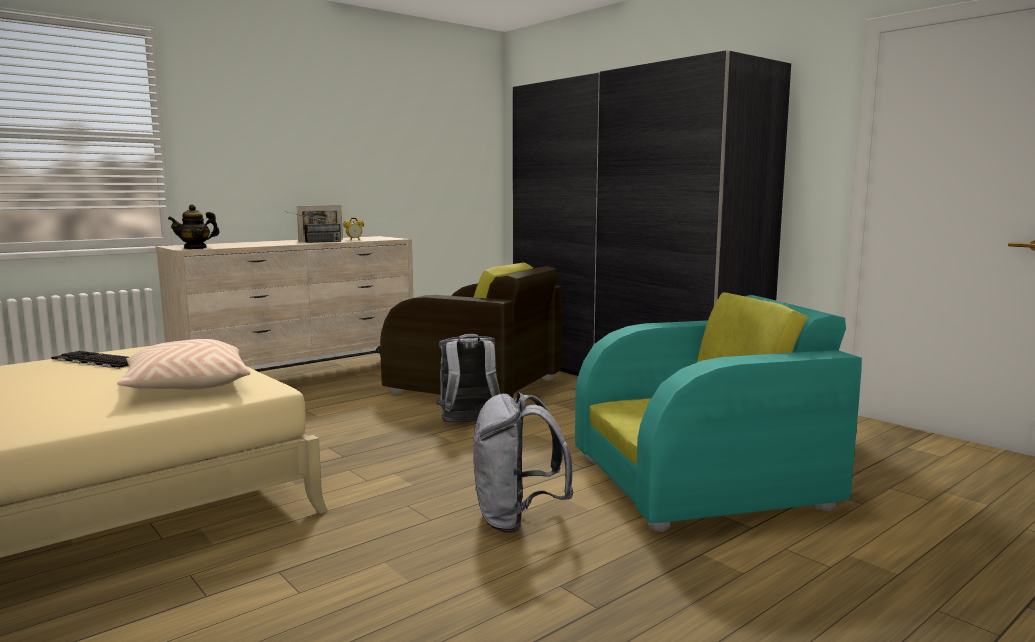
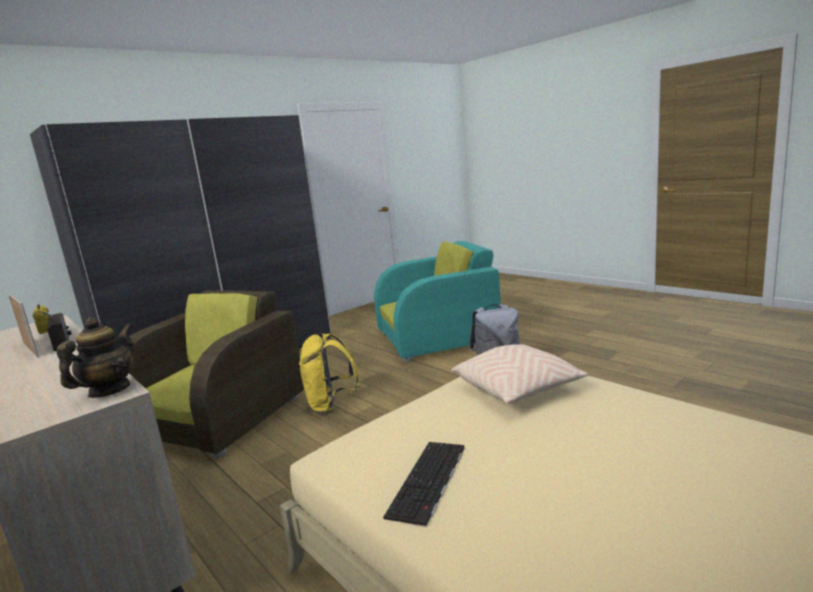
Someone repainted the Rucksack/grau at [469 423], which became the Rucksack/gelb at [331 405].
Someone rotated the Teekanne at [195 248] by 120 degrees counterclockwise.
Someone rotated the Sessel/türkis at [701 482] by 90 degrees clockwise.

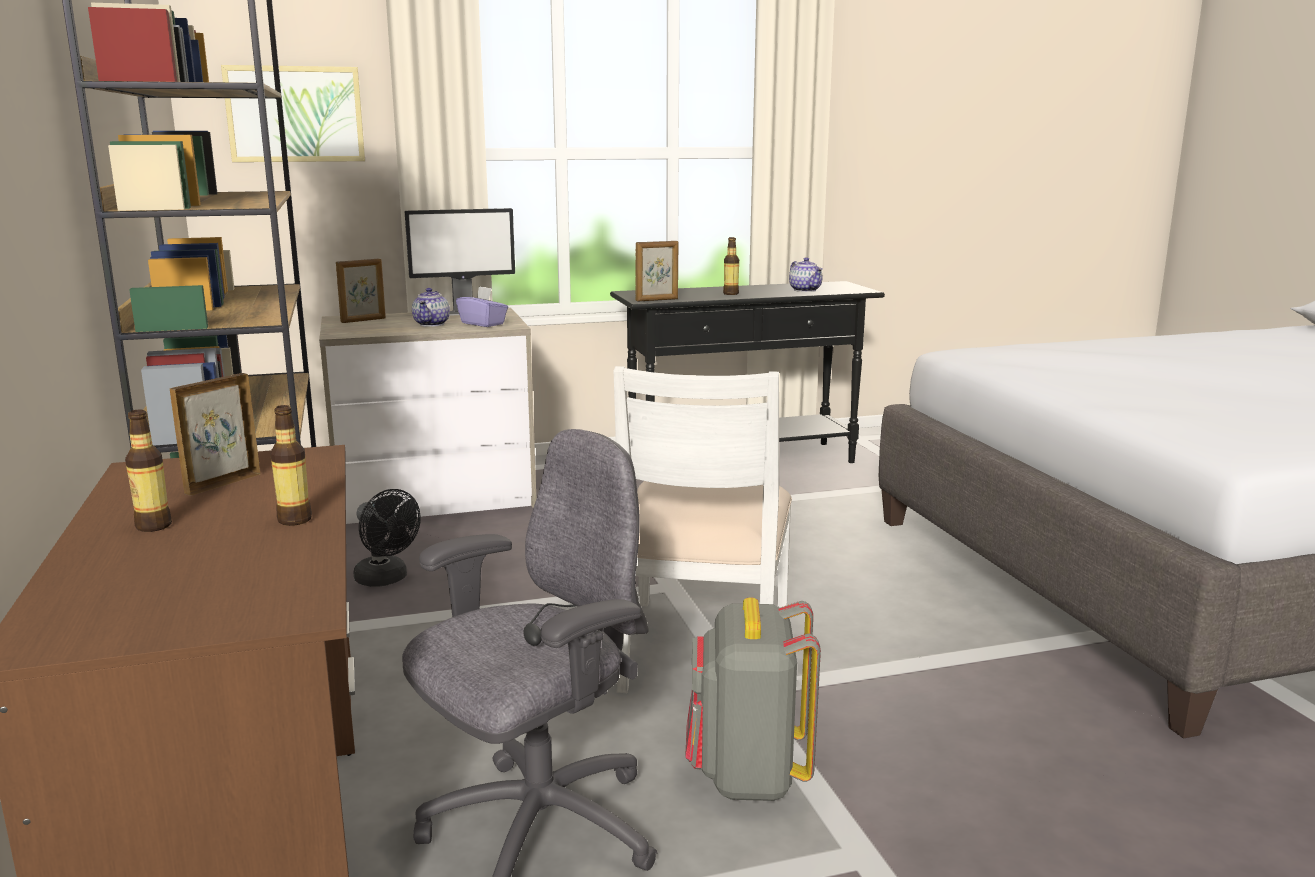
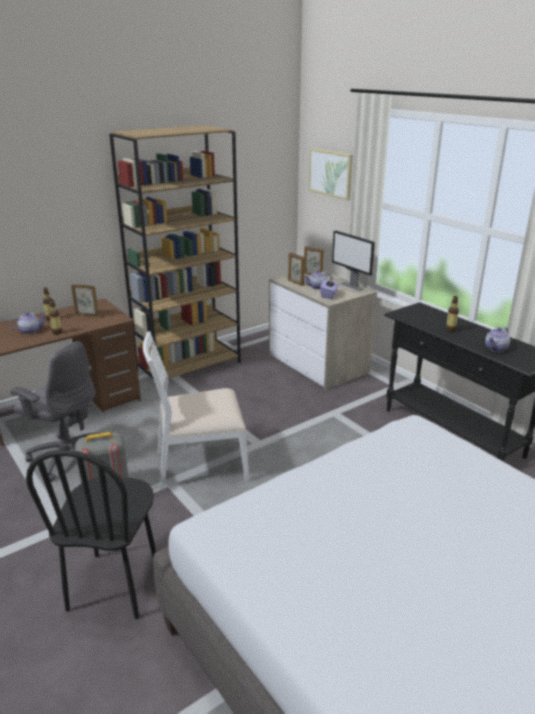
Someone took away the Ventilator/schwarz at [386 579].
Someone put down the Teekanne at [30 331].
Someone put down the Stuhl/schwarz at [114 585].
Someone carried the Bilderrahmen from [657 300] to [295 283].

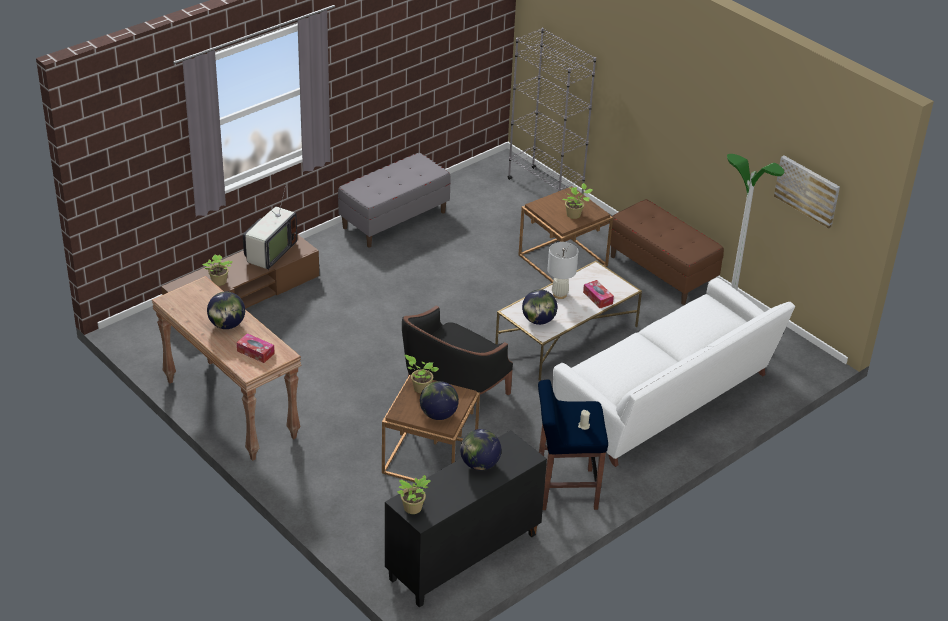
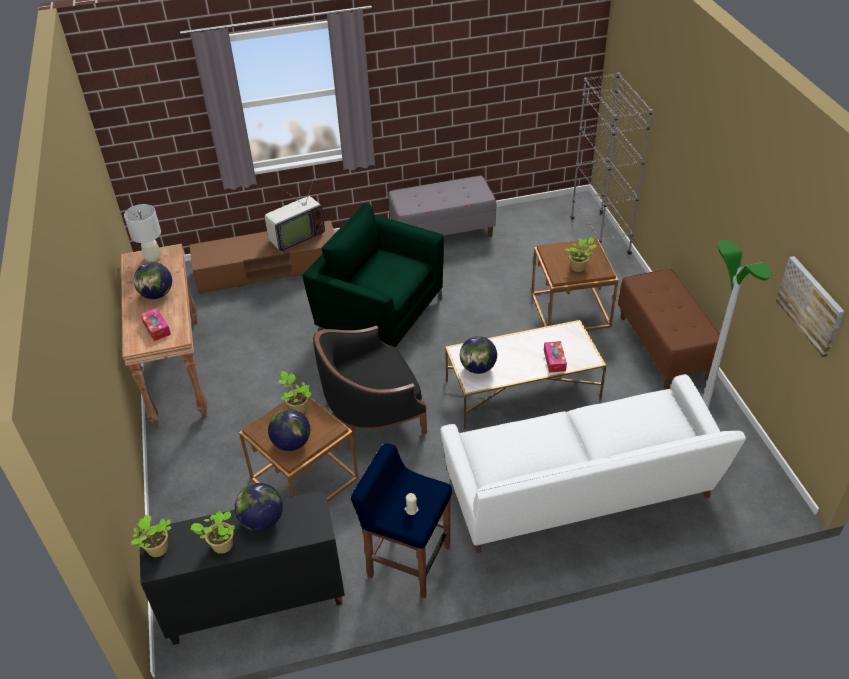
Someone put down the Sessel/grün at [380 317].
Someone carried the Topfpflanze from [218 282] to [221 546].
Someone carried the Tischlampe/weiß from [559 294] to [153 259].

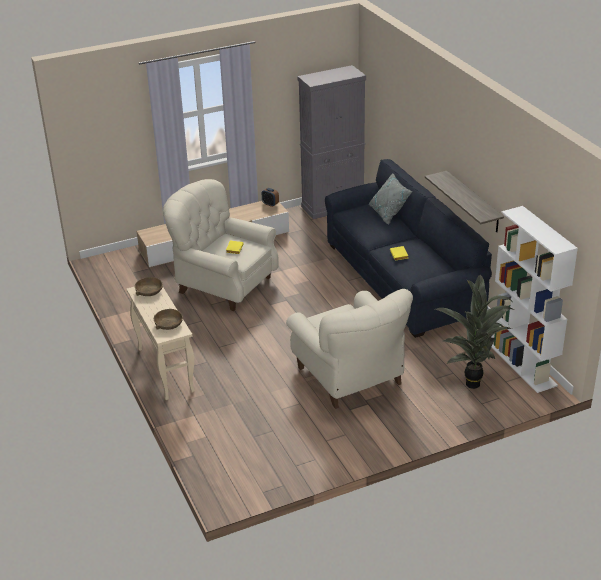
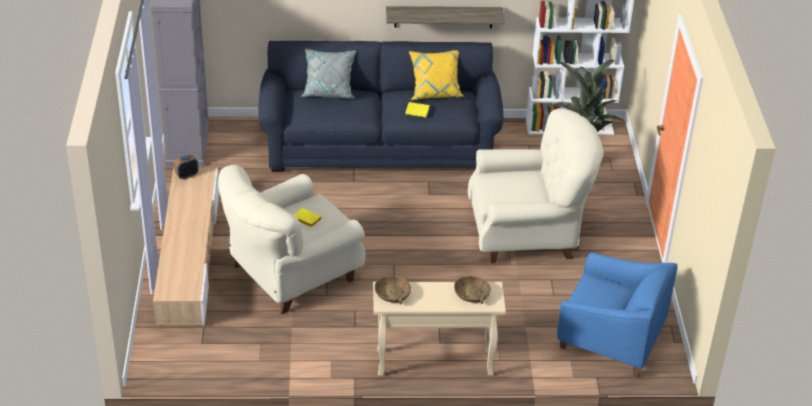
Someone put down the Kissen/gelb at [435 92].
Someone put down the Sessel/blau at [610 338].

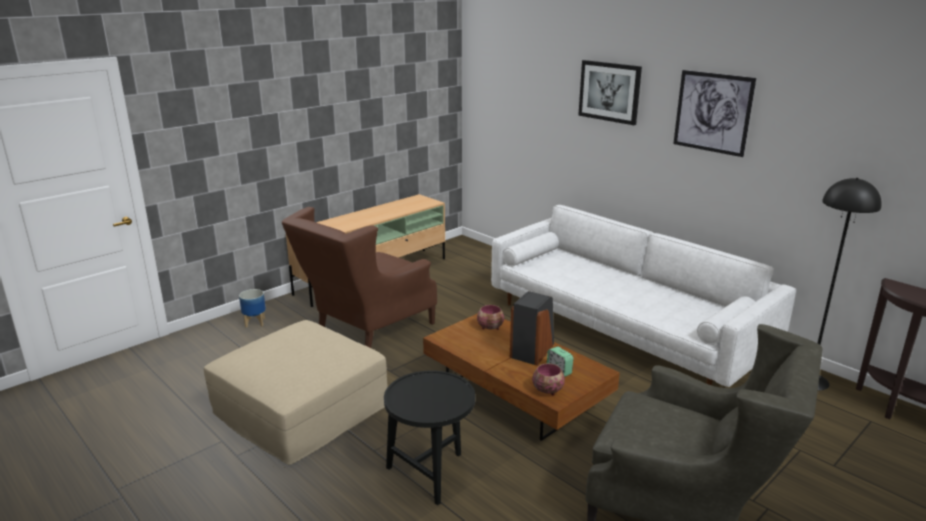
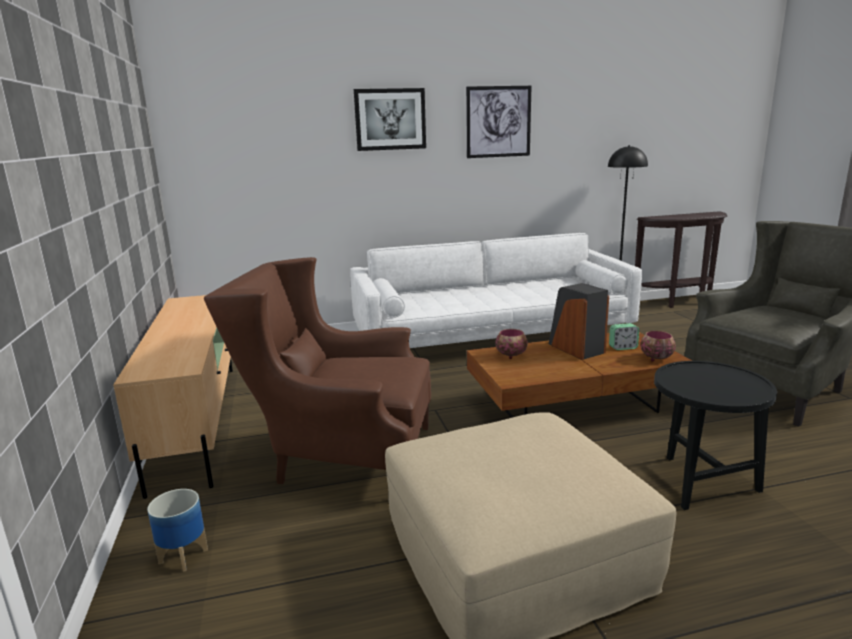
Someone rotated the Sessel/braun at [366 329] by 120 degrees clockwise.

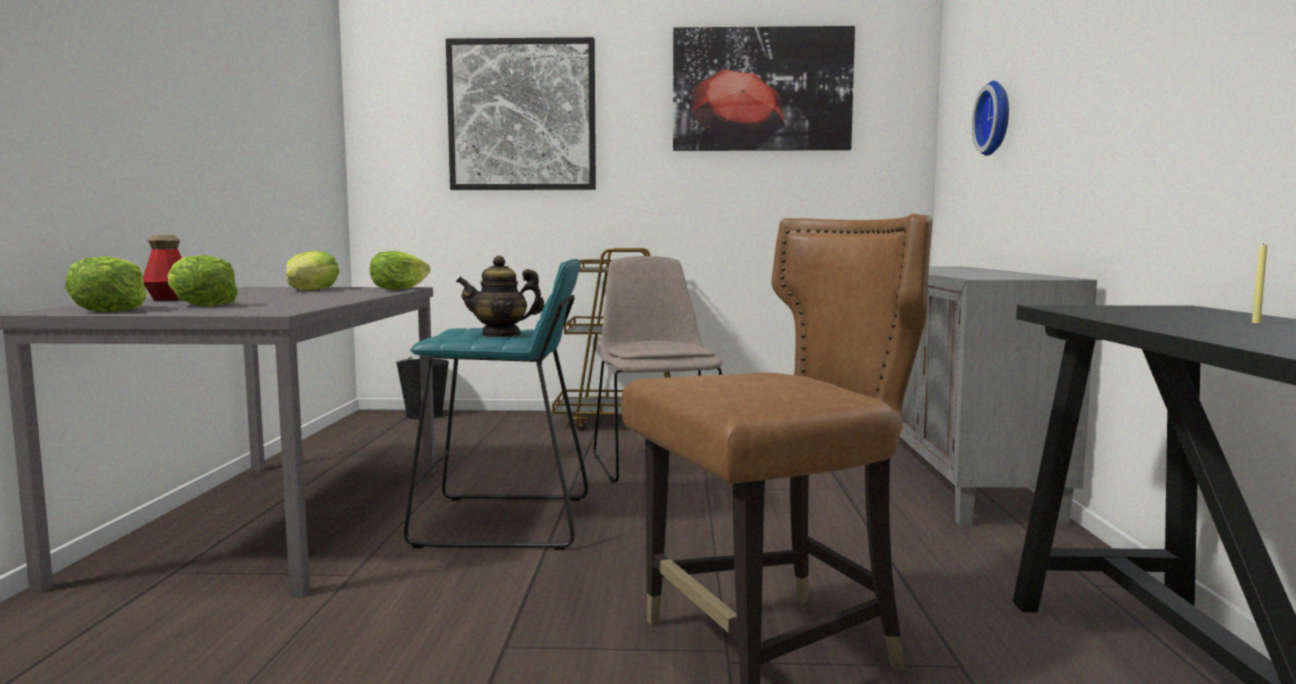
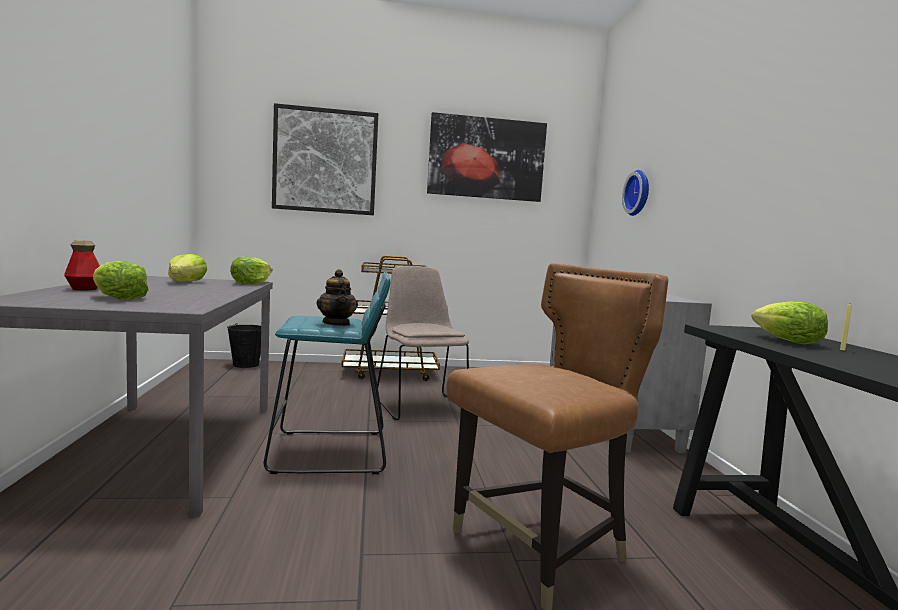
Someone carried the Salatkopf from [111 310] to [787 341].
Someone rotated the Teekanne at [501 335] by 90 degrees counterclockwise.

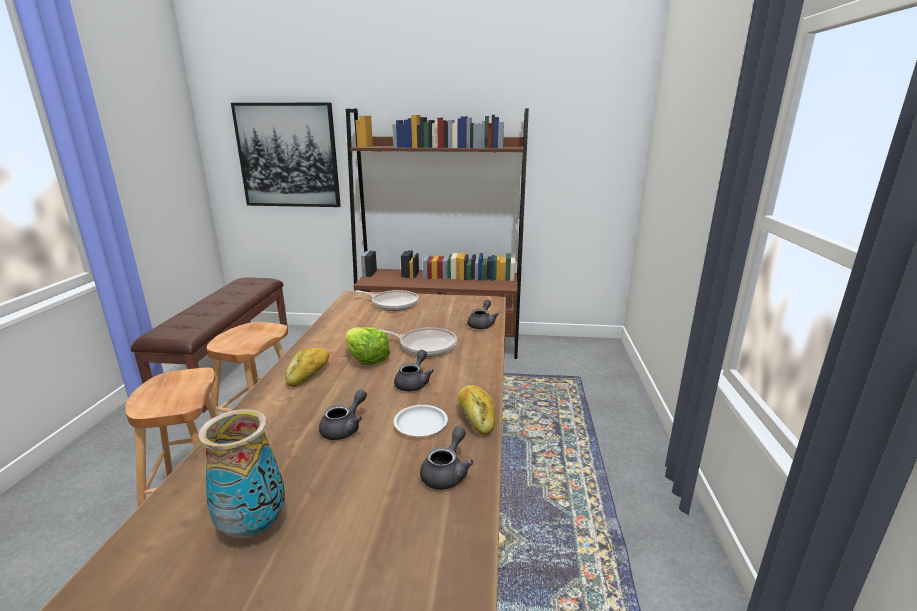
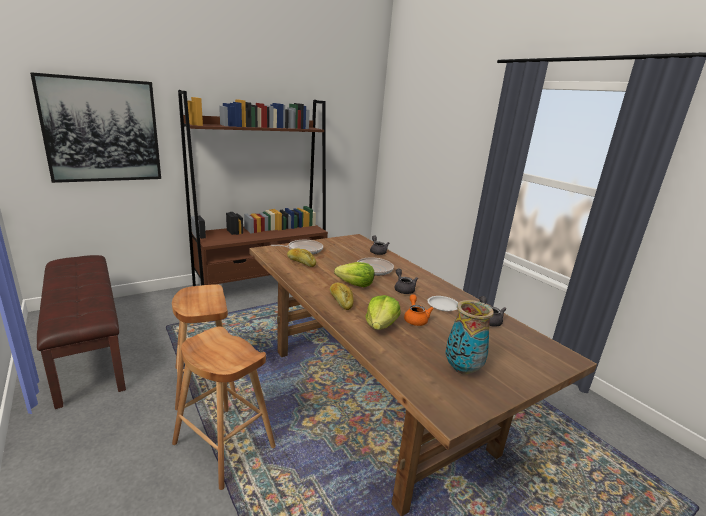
Someone put down the Salatkopf at [381 325].
Someone carried the Brot from [476 416] to [301 262].
Someone repainted the Teekanne/grau at [345 428], which became the Teekanne/orange at [415 319].

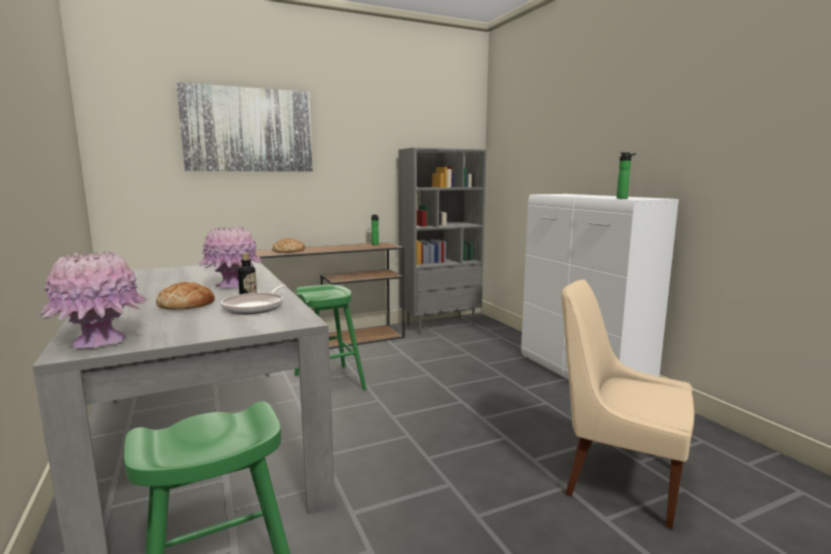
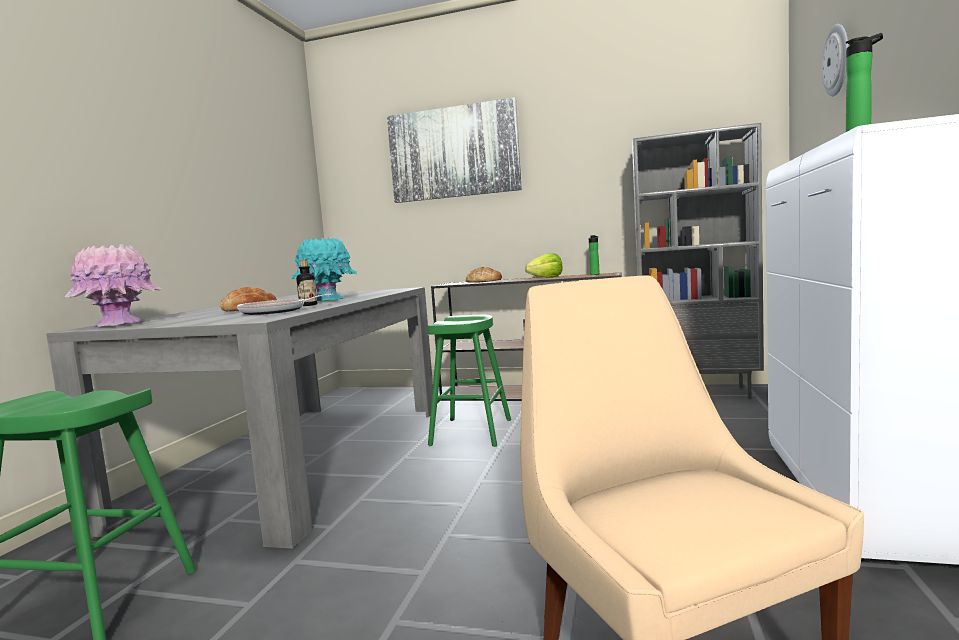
Someone put down the Salatkopf at [546 278].
Someone put up the Wanduhr at [837 60].
Someone repainted the Vase/rosa at [233 286], which became the Vase/türkis at [327 300].

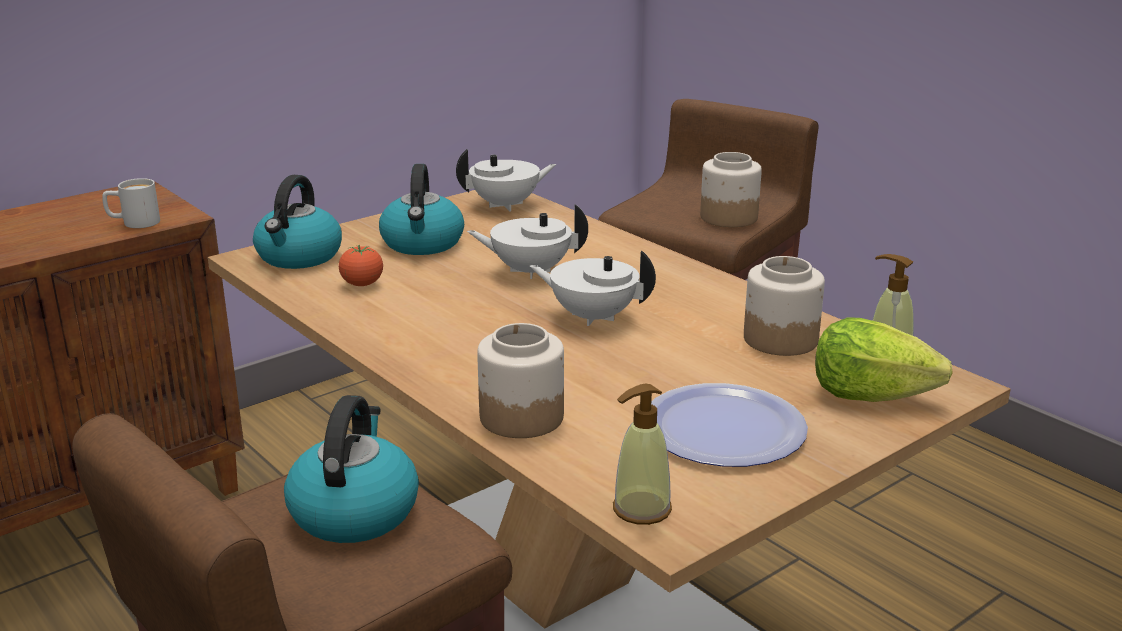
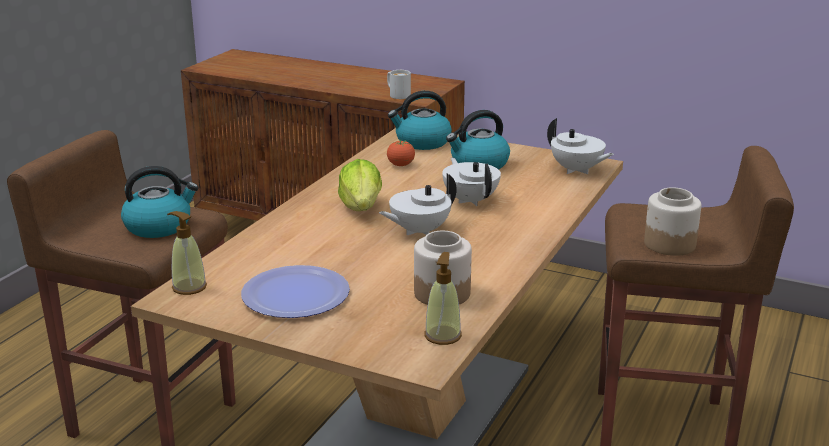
Someone took away the Vorratsglas at [521 417].
Someone carried the Salatkopf from [869 395] to [361 208].
Someone rotated the Teekanne/weiß at [593 317] by 120 degrees counterclockwise.

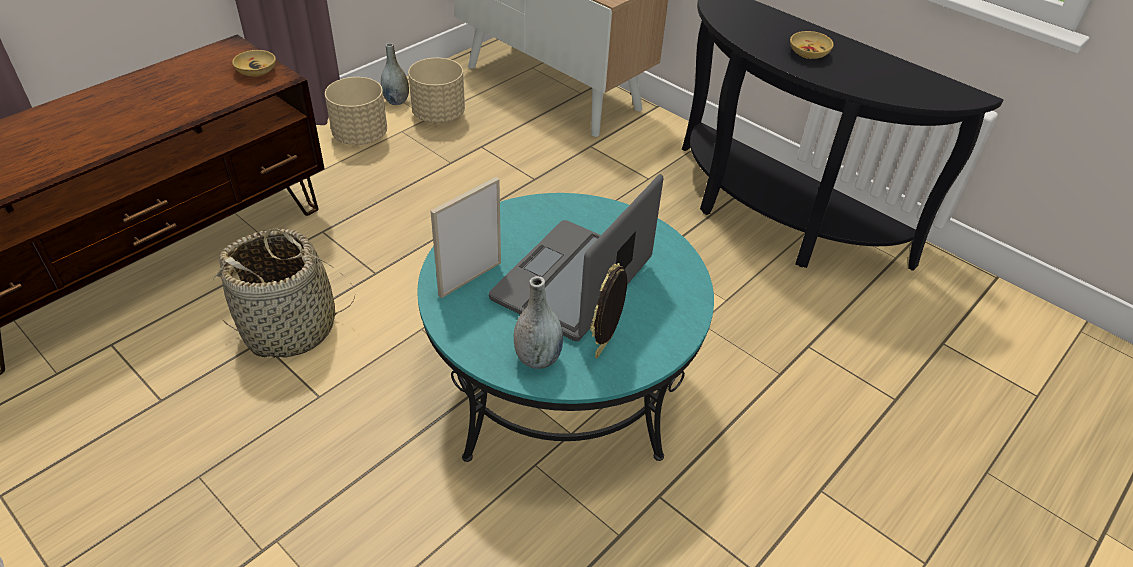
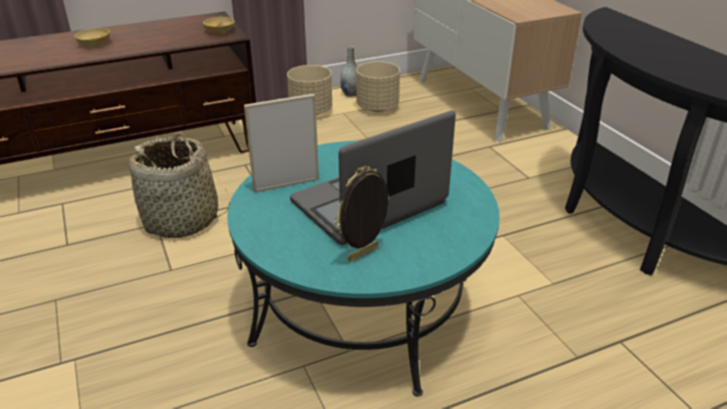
Someone took away the Vase/grau at [537 359].
Someone carried the Schüssel/beige from [809 53] to [94 43].

